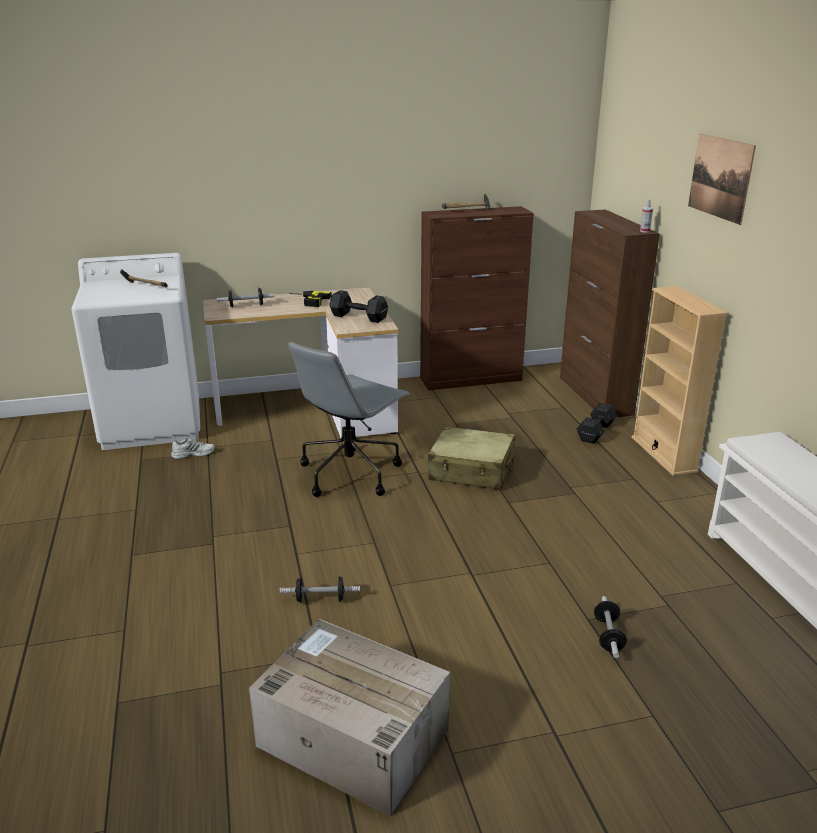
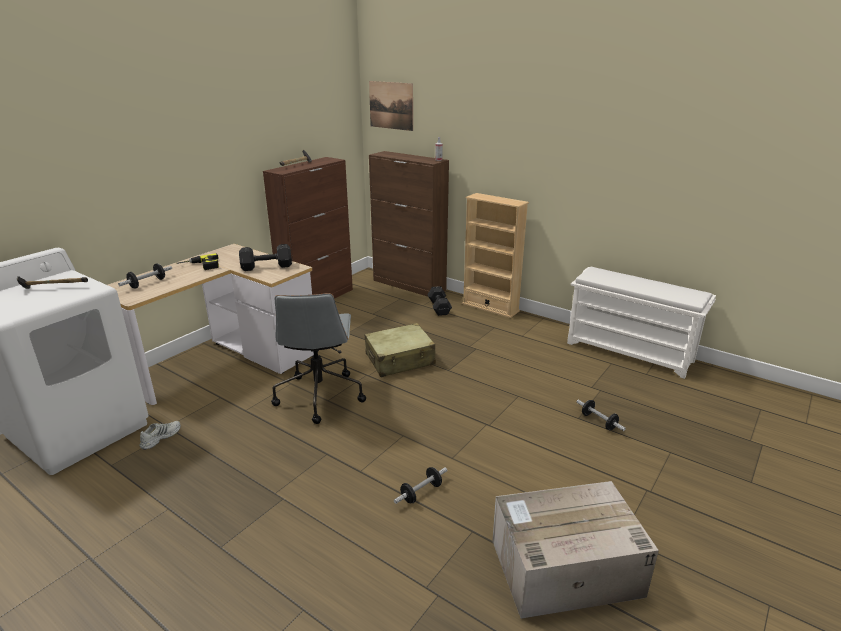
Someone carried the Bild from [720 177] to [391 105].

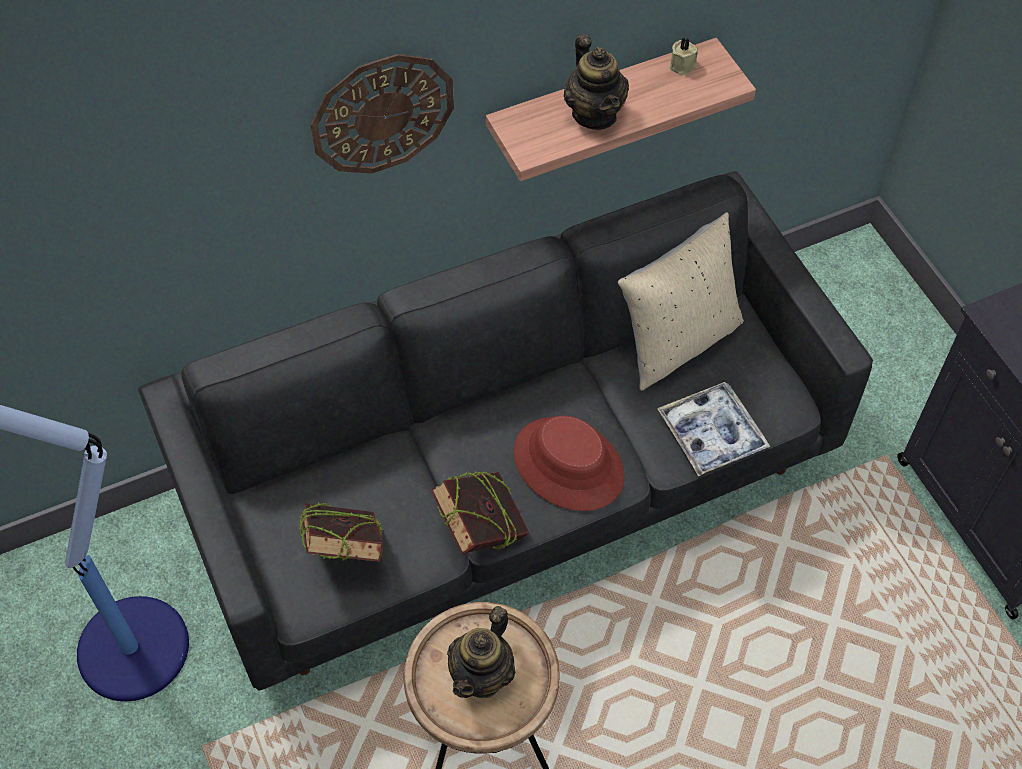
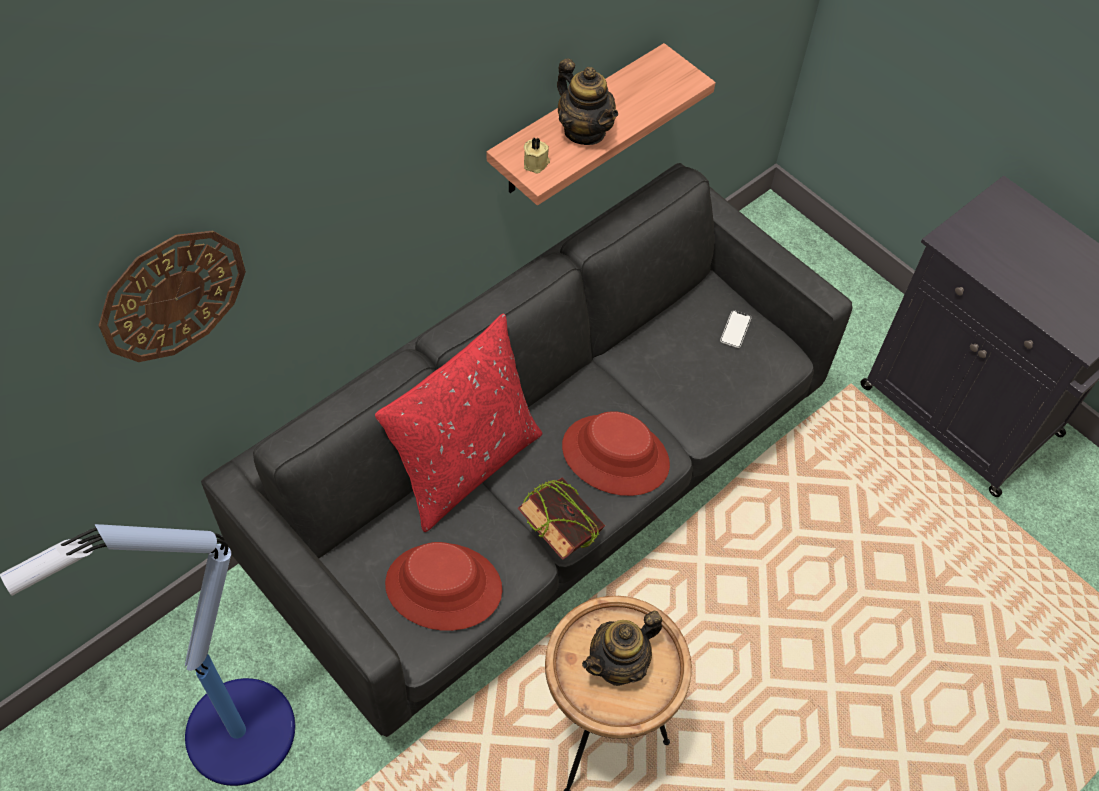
Someone took away the Kissen/beige at [677 341].
Someone took away the Tablett at [711 434].
Someone put down the Kissen/rot at [465 464].
Someone put down the Handy at [735 329].
Someone carried the Wanduhr from [382 113] to [172 295].
Someone carried the Kerze/beige from [683 66] to [536 163].
Someone swapped the Buch at [346 553] for the Hut/rot at [443 587].
Someone rotated the Teekanne at [483 675] by 45 degrees clockwise.

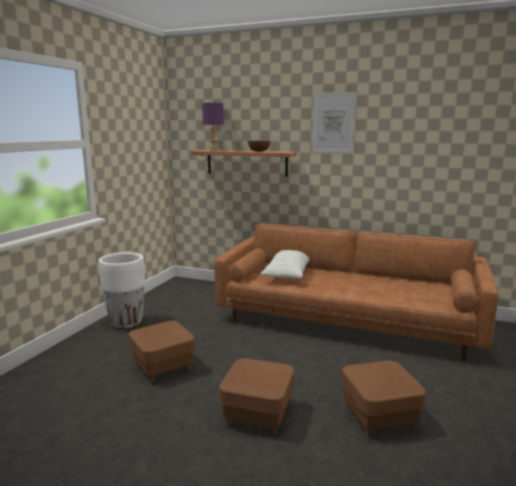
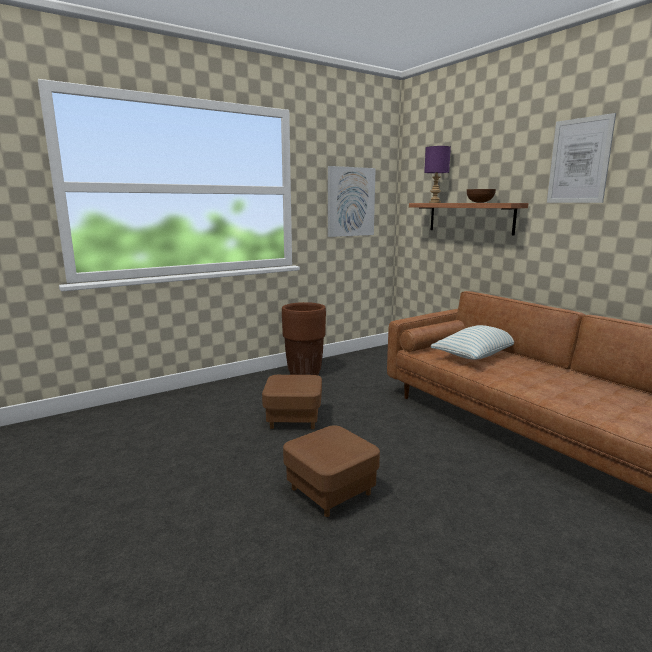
Someone took away the Polsterhocker/braun at [379 416].
Someone put up the Bild at [350 202].
Someone repainted the Pflanzkübel/weiß at [126 322], which became the Pflanzkübel/braun at [304 373].

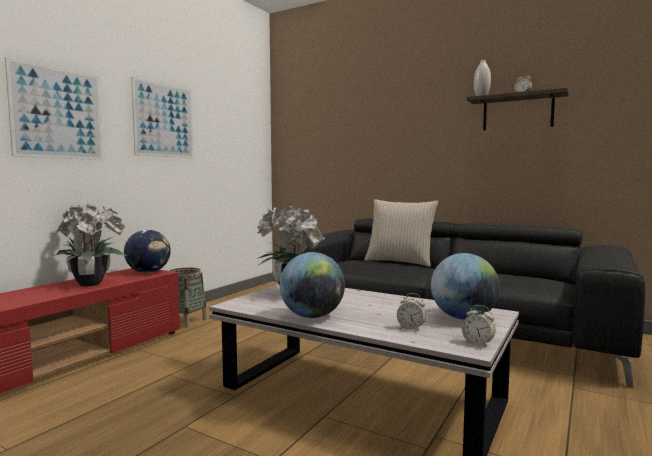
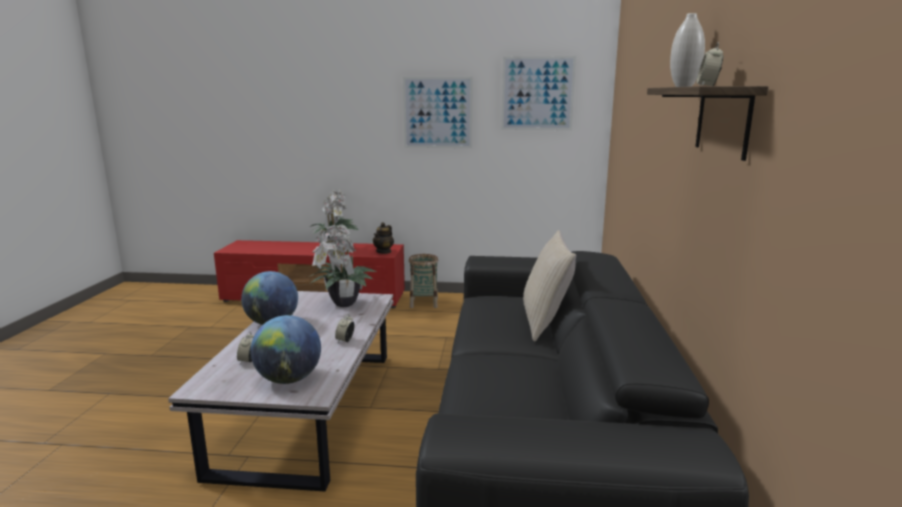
Someone carried the Bild from [57 113] to [537 93].
Someone carried the Wecker from [478 343] to [345 340].
Someone swapped the Globus at [148 272] for the Teekanne at [384 251].

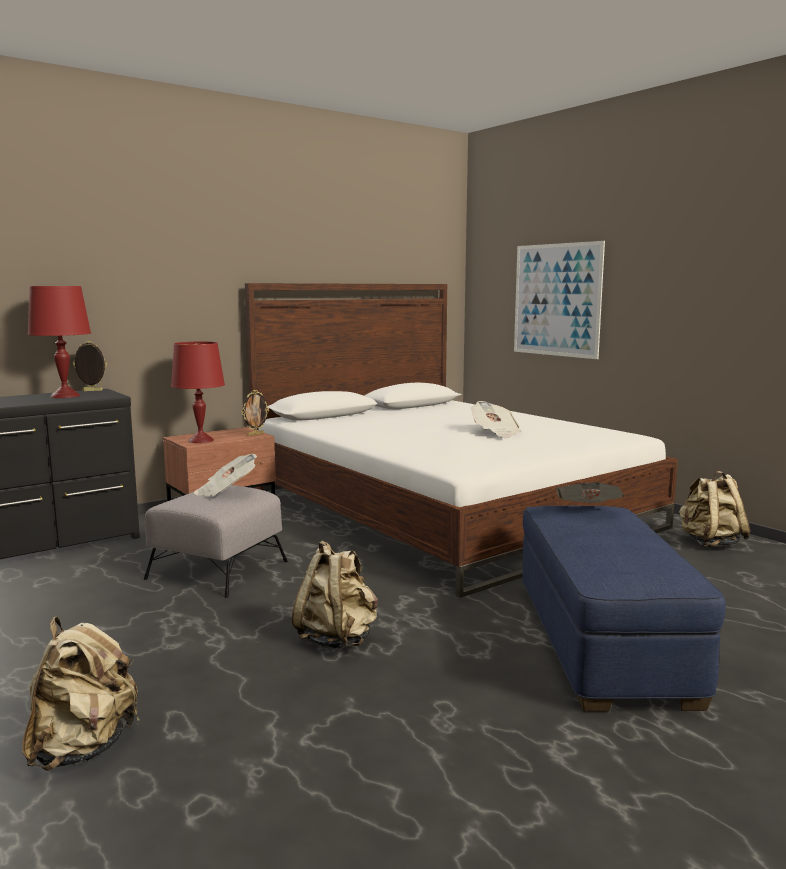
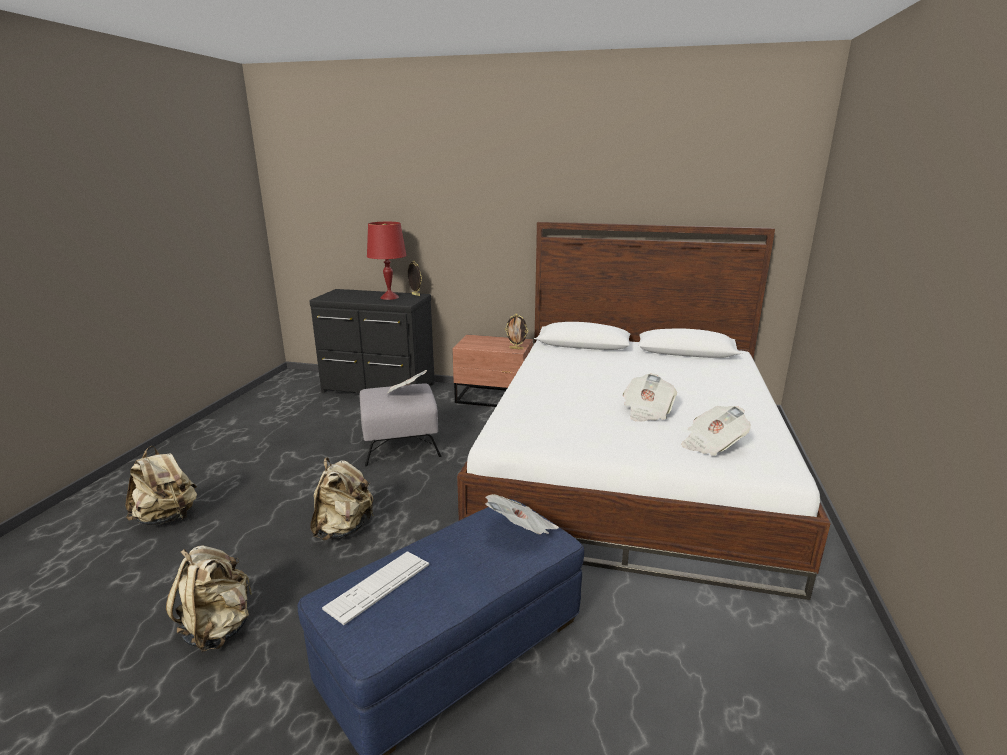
Someone took away the Tischlampe/rot at [201 440].
Someone took away the Bild at [556 300].
Someone put down the Tastatur at [378 586].
Someone put down the Zeitung at [711 445].
Someone carried the Rucksack/beige from [710 543] to [218 628].

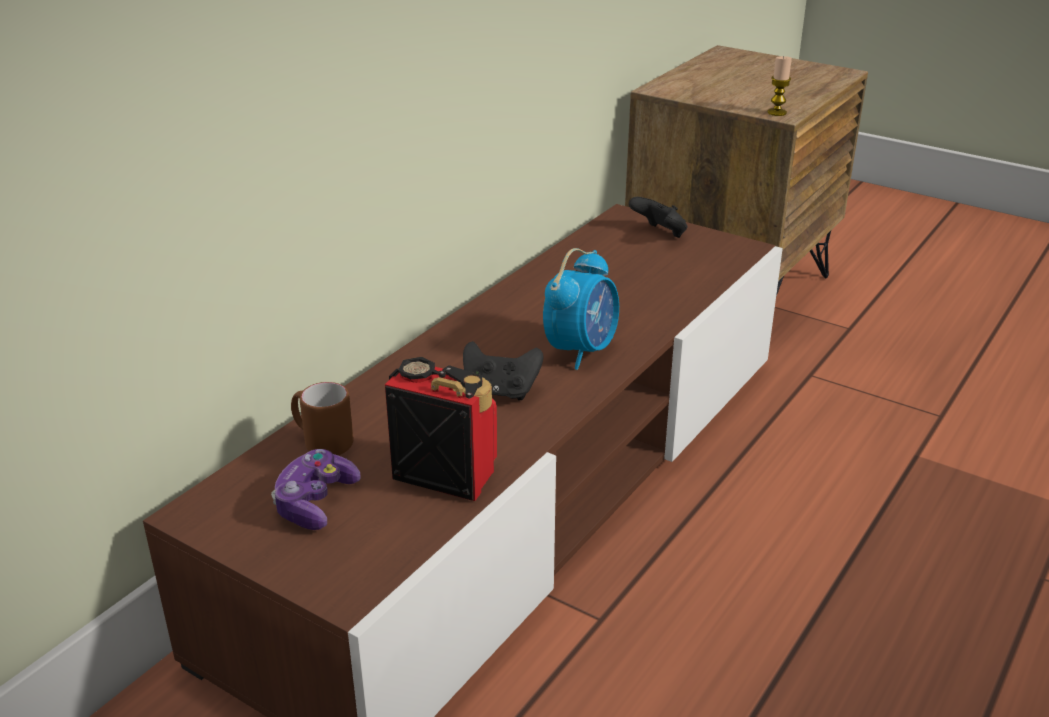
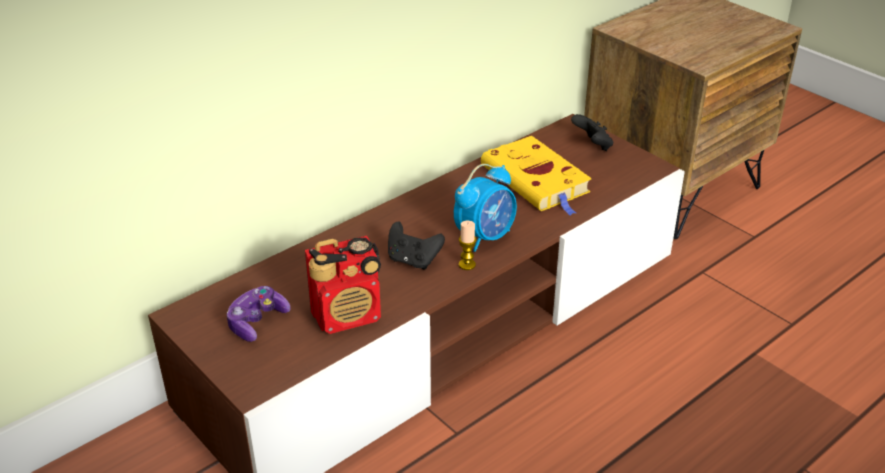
Someone took away the Henkelbecher/braun at [322 443].
Someone put down the Buch/gelb at [537 181].
Someone carried the Kerze from [776 112] to [467 264].
Someone rotated the Radio at [444 473] by 120 degrees clockwise.

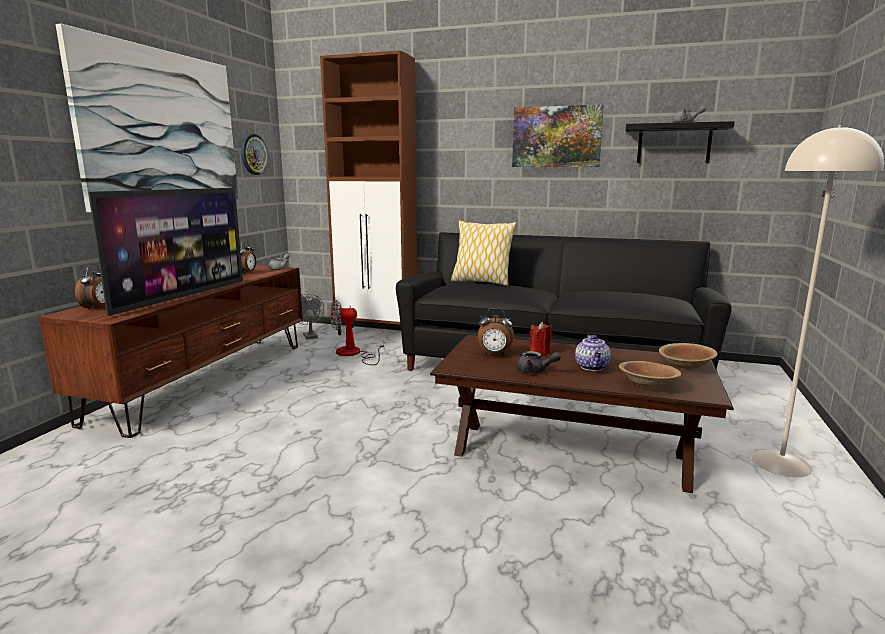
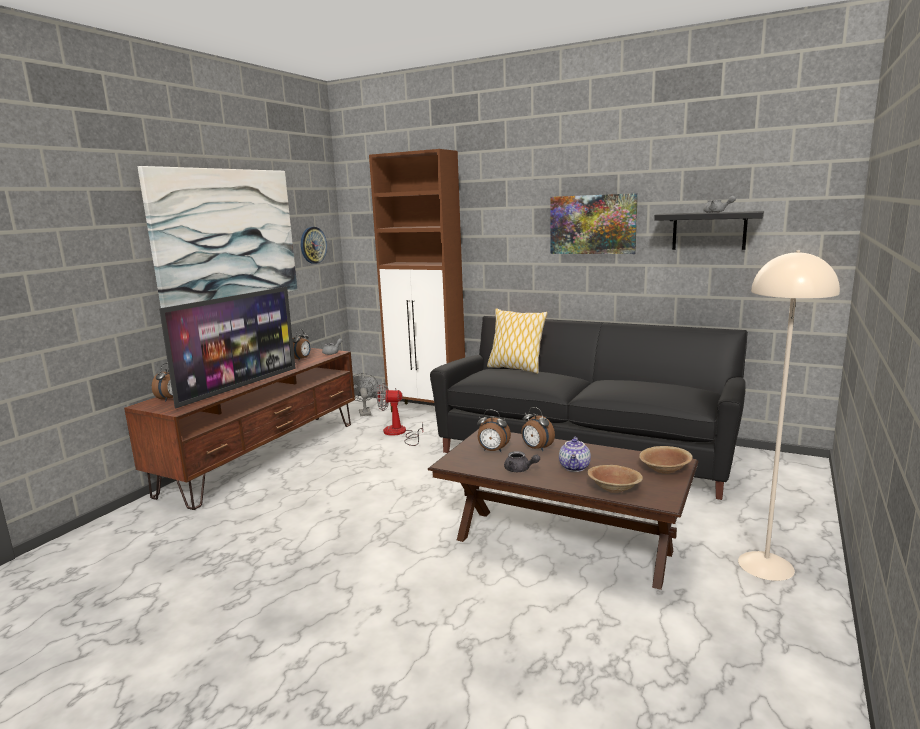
Someone swapped the Kerze/rot at [540 351] for the Wecker at [536 448].

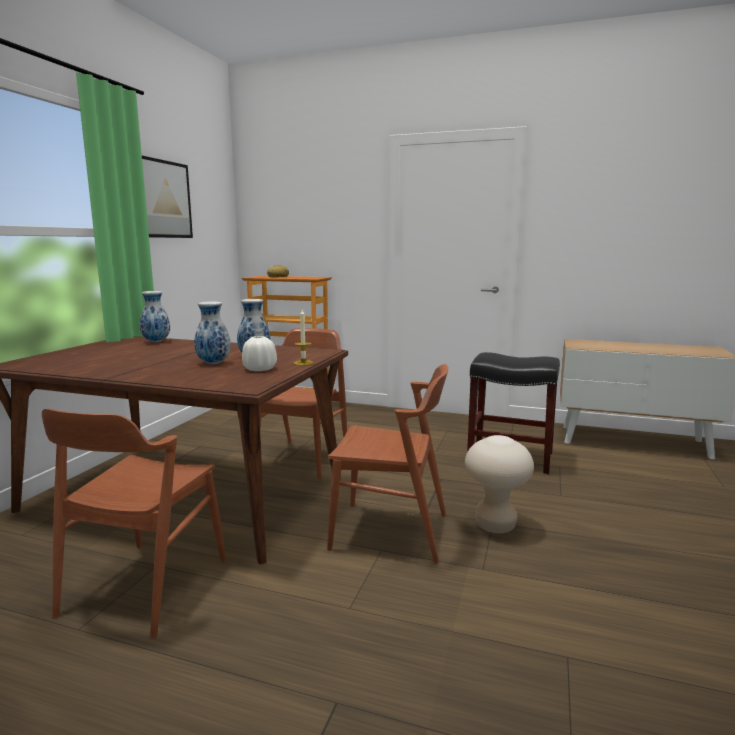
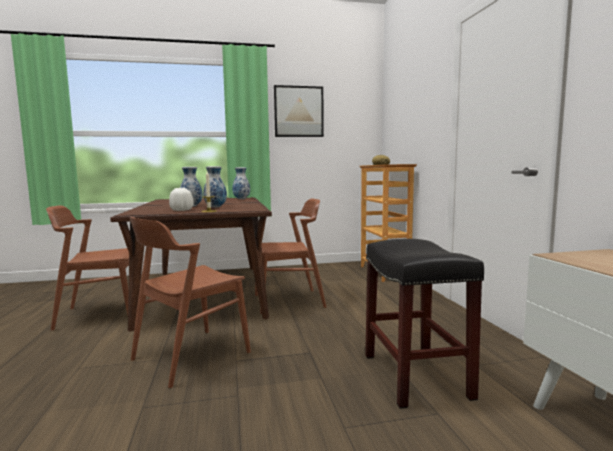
Someone took away the Hocker/beige at [495 525].
Someone rotated the Stuhl/braun at [390 531] by 60 degrees clockwise.

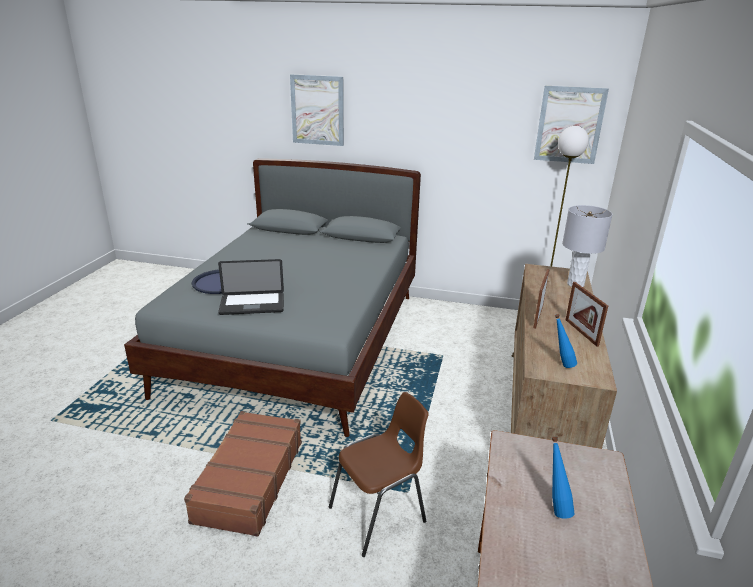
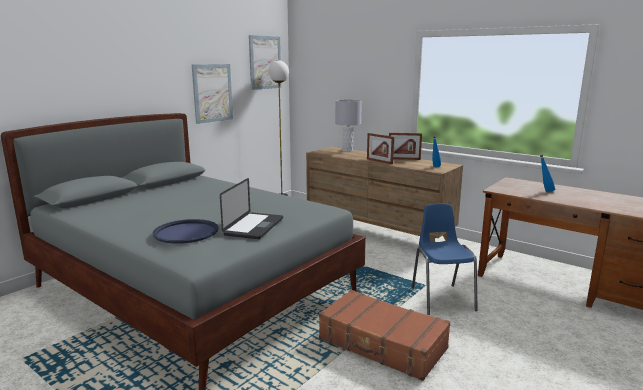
Someone carried the Bild from [317 110] to [212 93].
Someone repainted the Stuhl/braun at [380 514], which became the Stuhl/blau at [441 298].

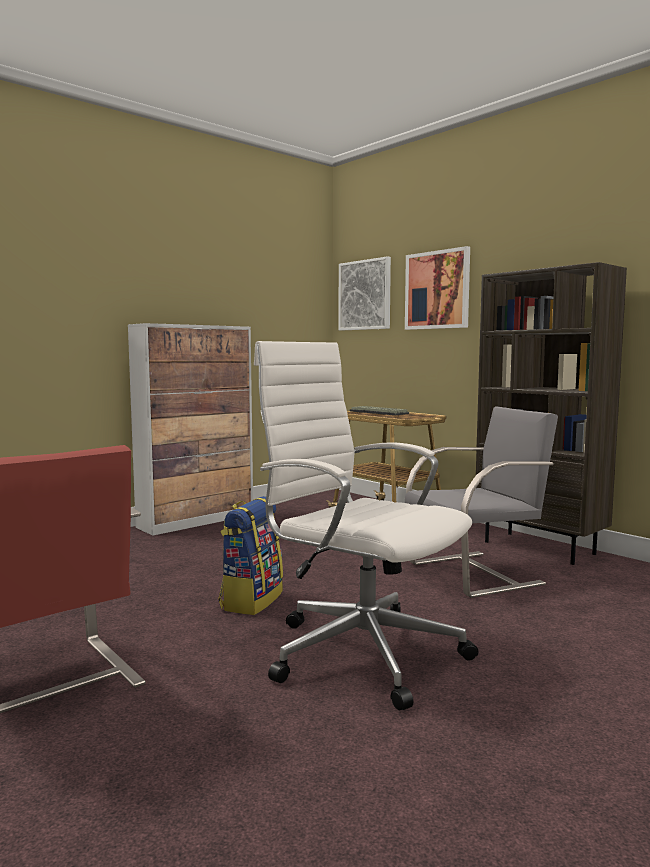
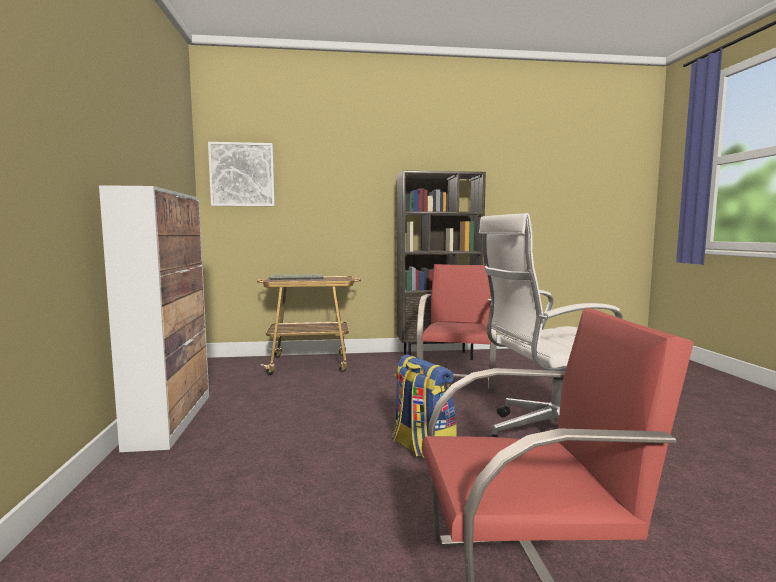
Someone took away the Bild at [437 290].
Someone repainted the Stuhl/grau at [476 573], which became the Stuhl/rot at [458 379].

